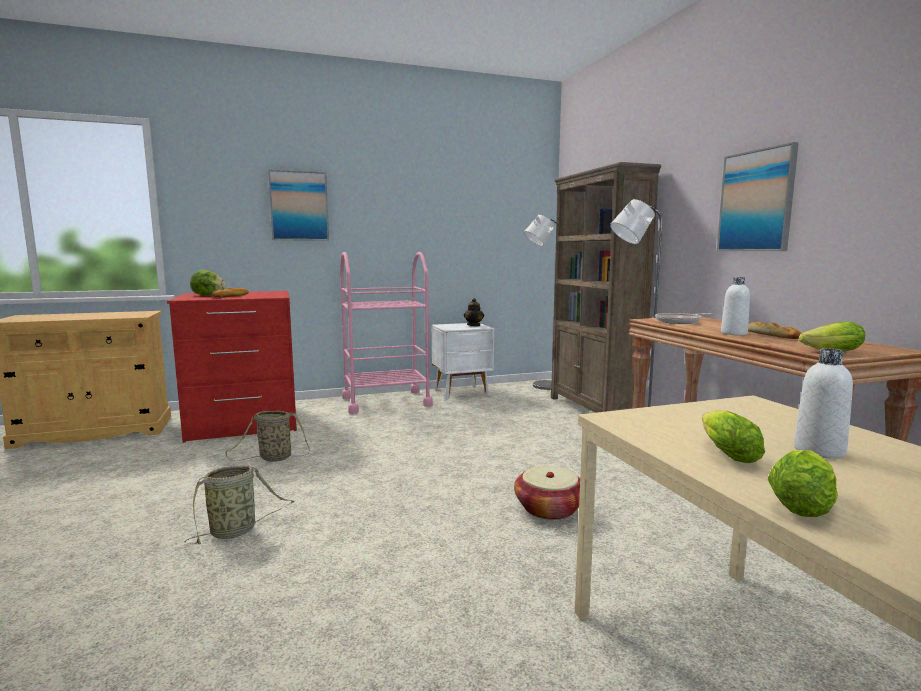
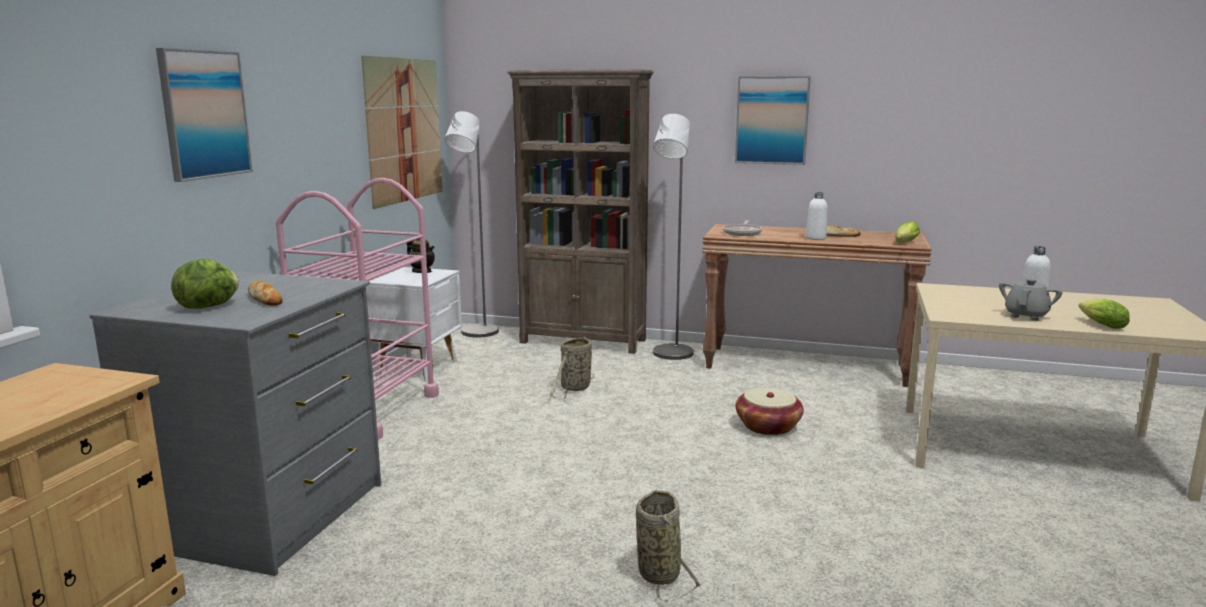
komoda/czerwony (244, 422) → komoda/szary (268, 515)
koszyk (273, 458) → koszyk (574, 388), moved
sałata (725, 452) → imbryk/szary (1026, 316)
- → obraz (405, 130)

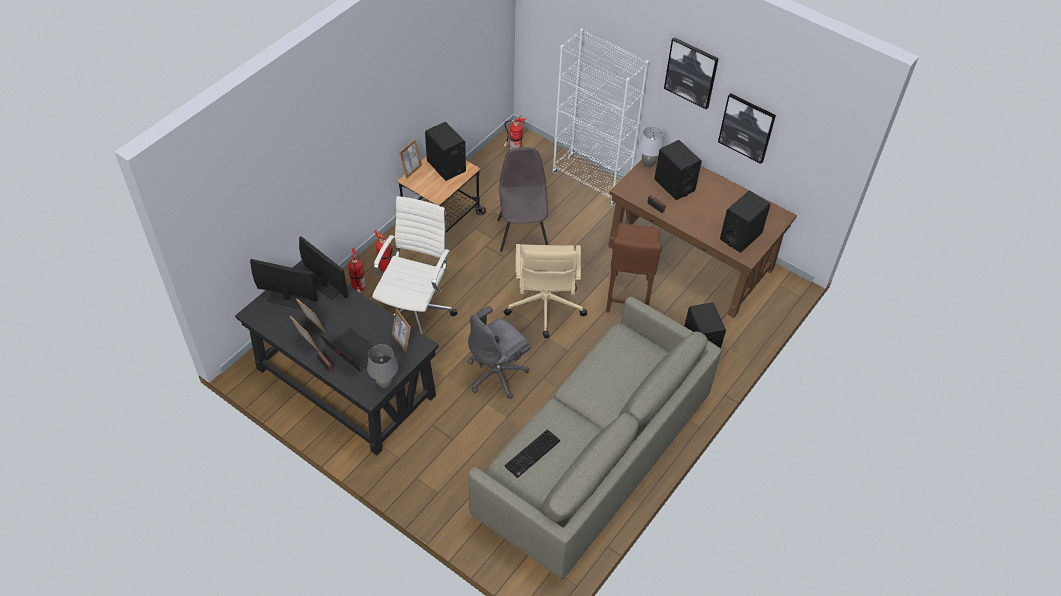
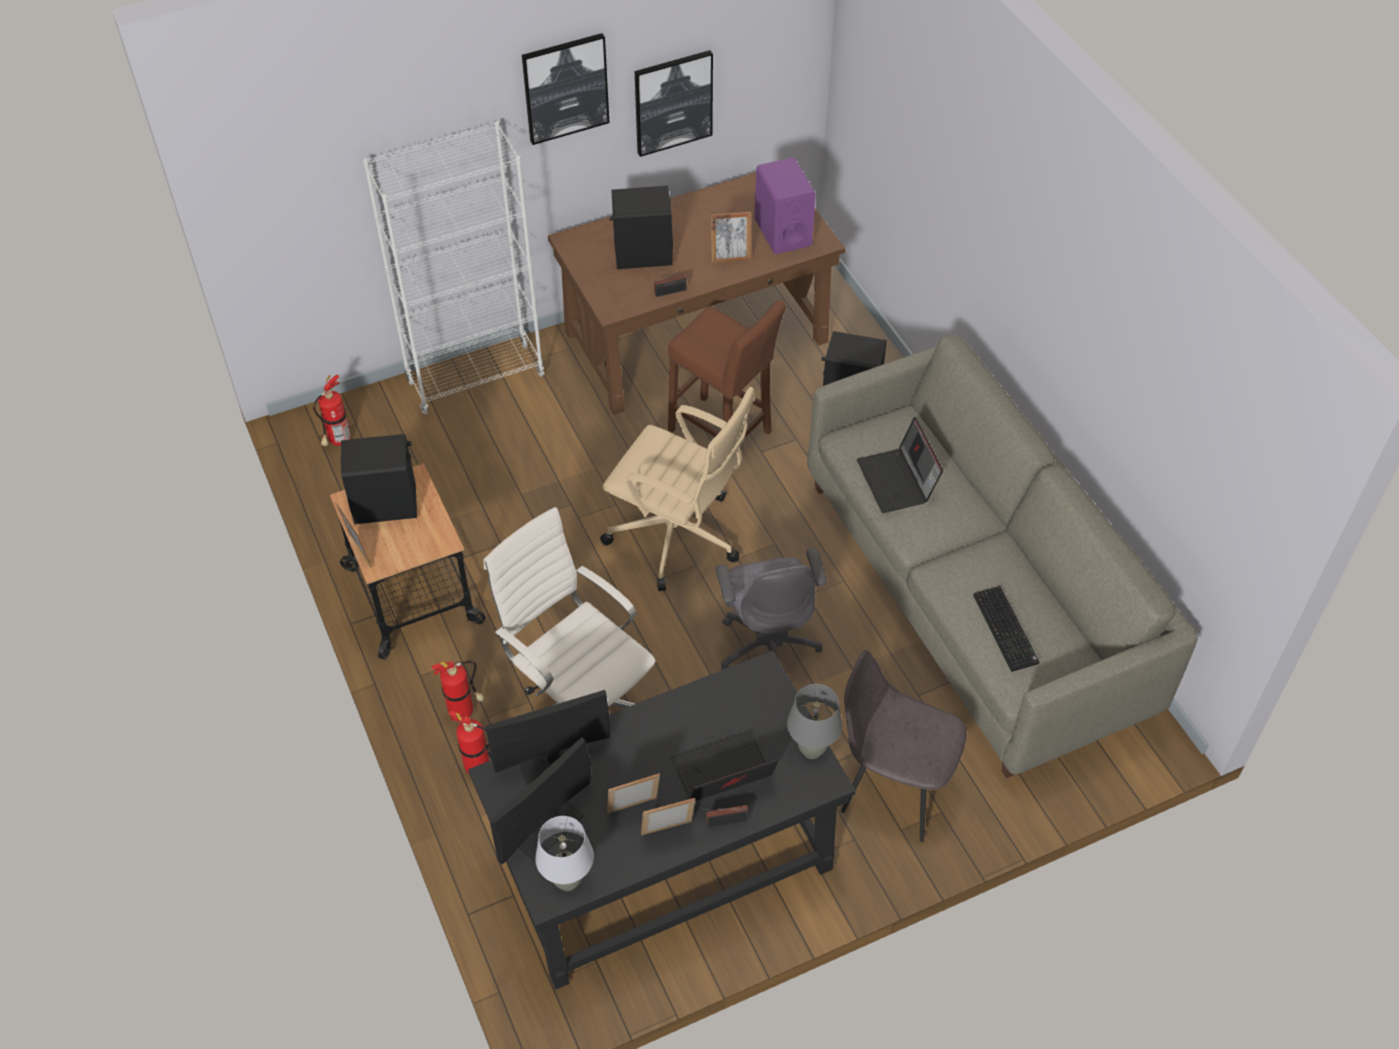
ramka na zdjęcie (402, 342) → ramka na zdjęcie (730, 257), moved
krzesło/szary (522, 233) → krzesło/szary (893, 786), moved
lampa stołowa/szary (648, 164) → lampa stołowa/szary (567, 881), moved
głośnik/czarny (740, 236) → głośnik/fioletowy (782, 232)
- → laptop (897, 481)

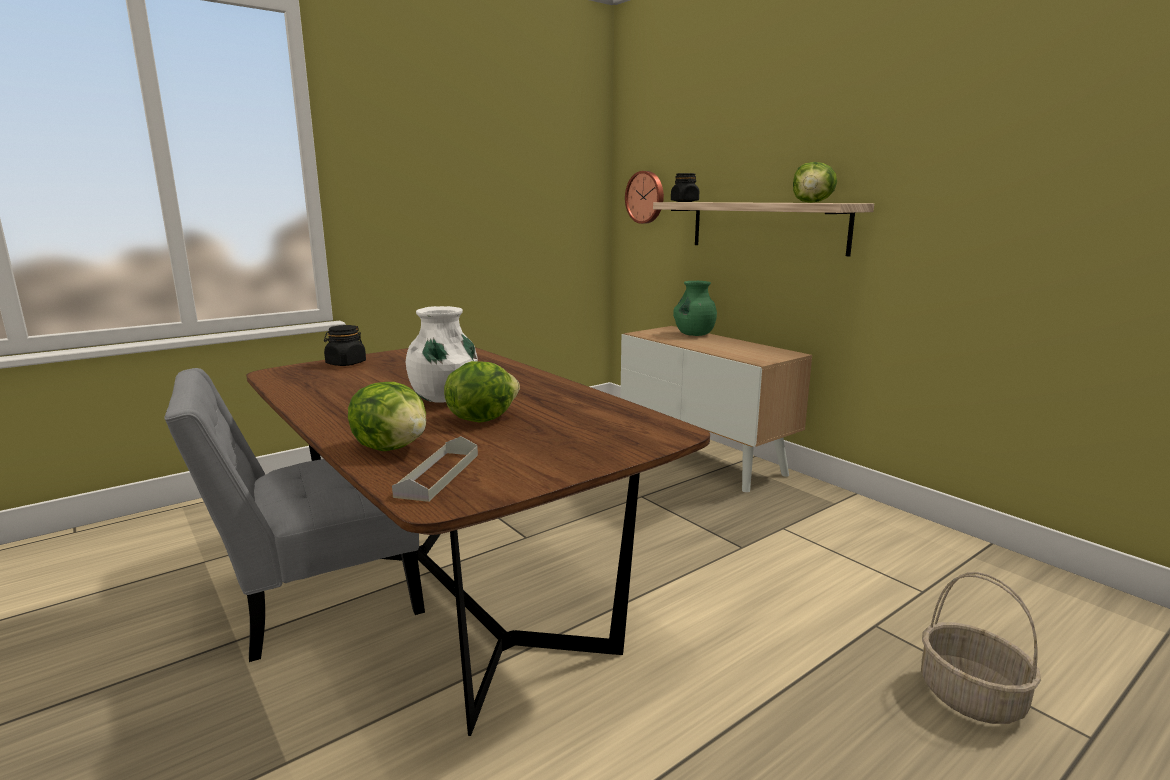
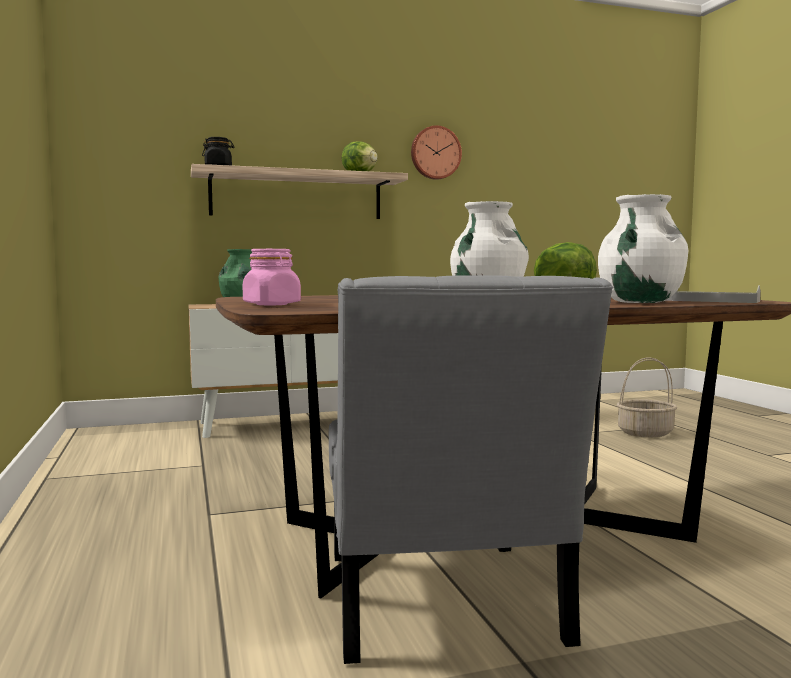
słoik/czarny (346, 363) → słoik/różowy (272, 304)
sałata (392, 447) → wazon/biały (639, 302)
zegar ścienny (646, 197) → zegar ścienny (435, 153), moved

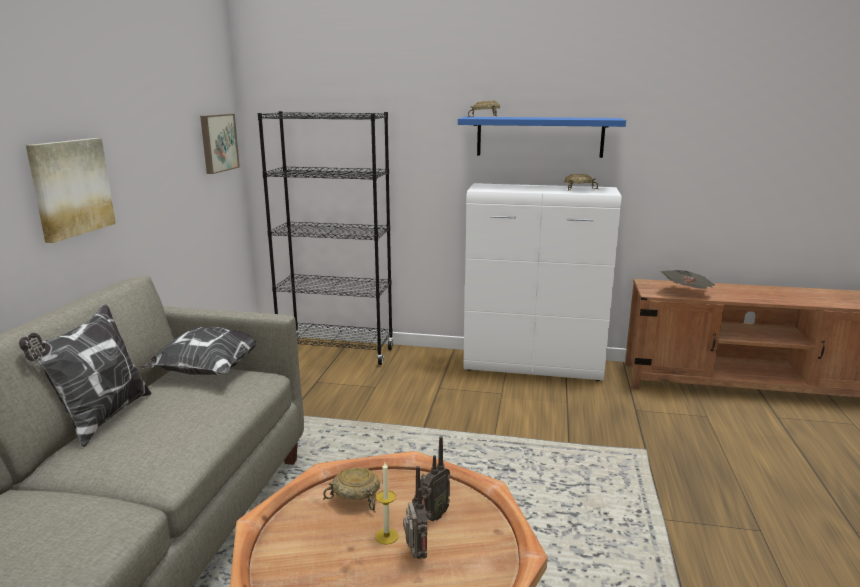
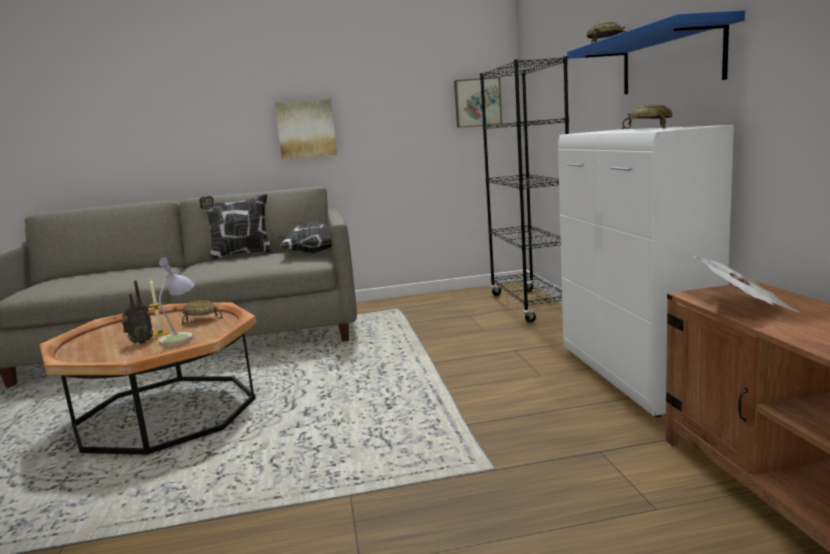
radio (431, 516) → lampa stołowa (181, 338)

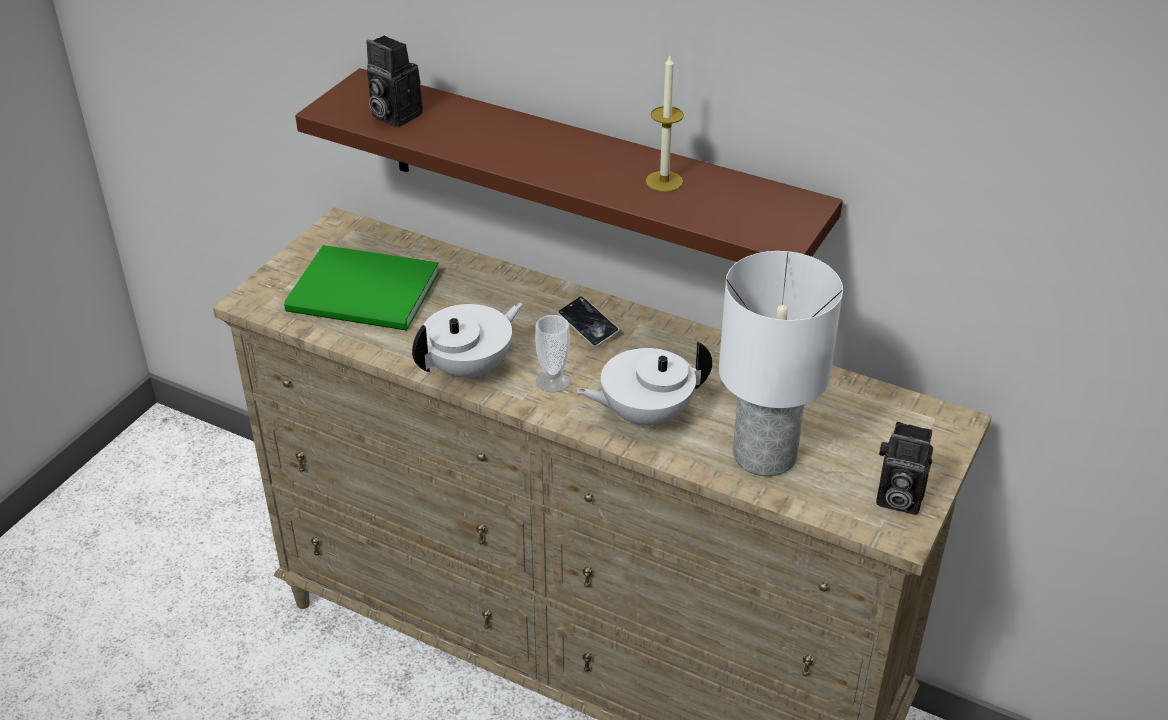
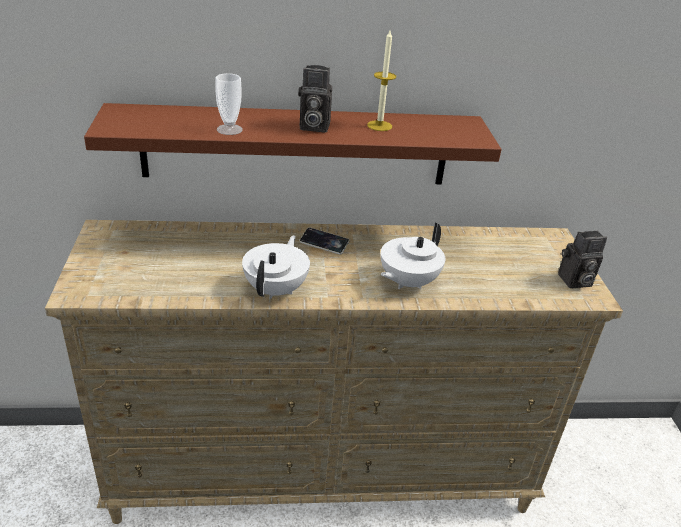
książka/zielony (366, 295) → -
aparat fotograficzny (393, 115) → aparat fotograficzny (312, 126), moved
filiżanka (553, 381) → filiżanka (229, 129), moved
lampa stołowa/biały (766, 454) → -

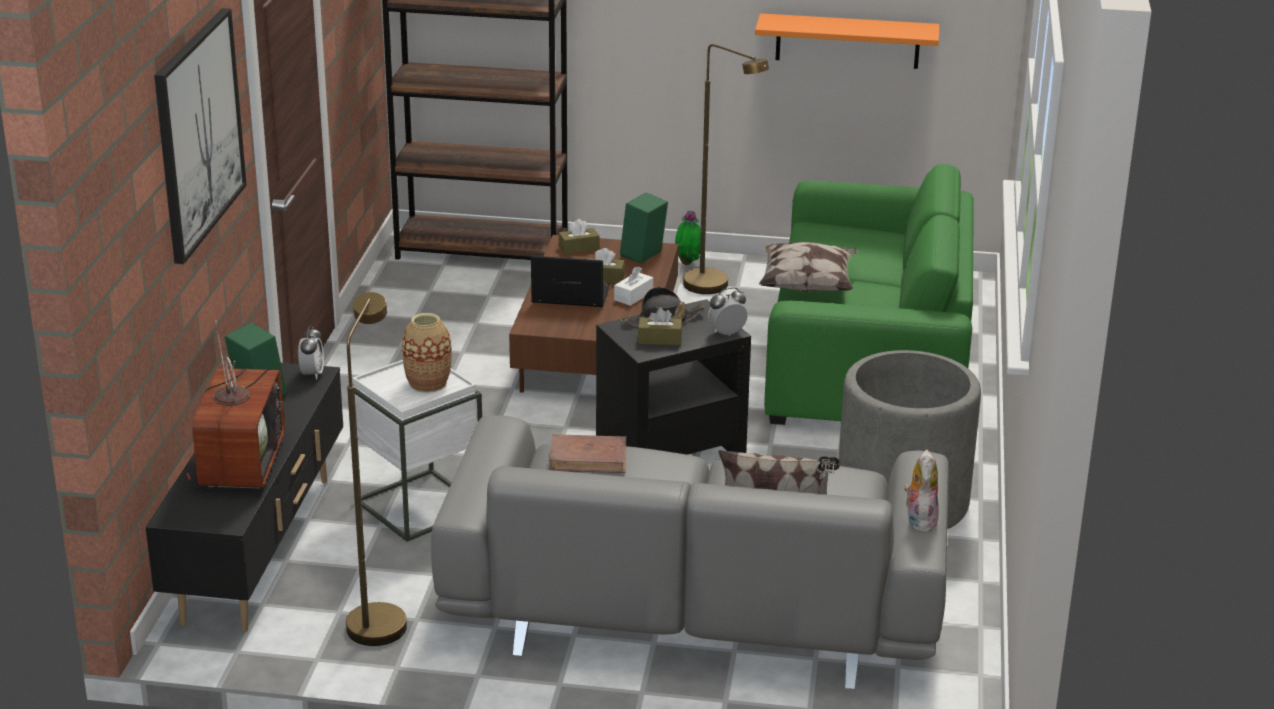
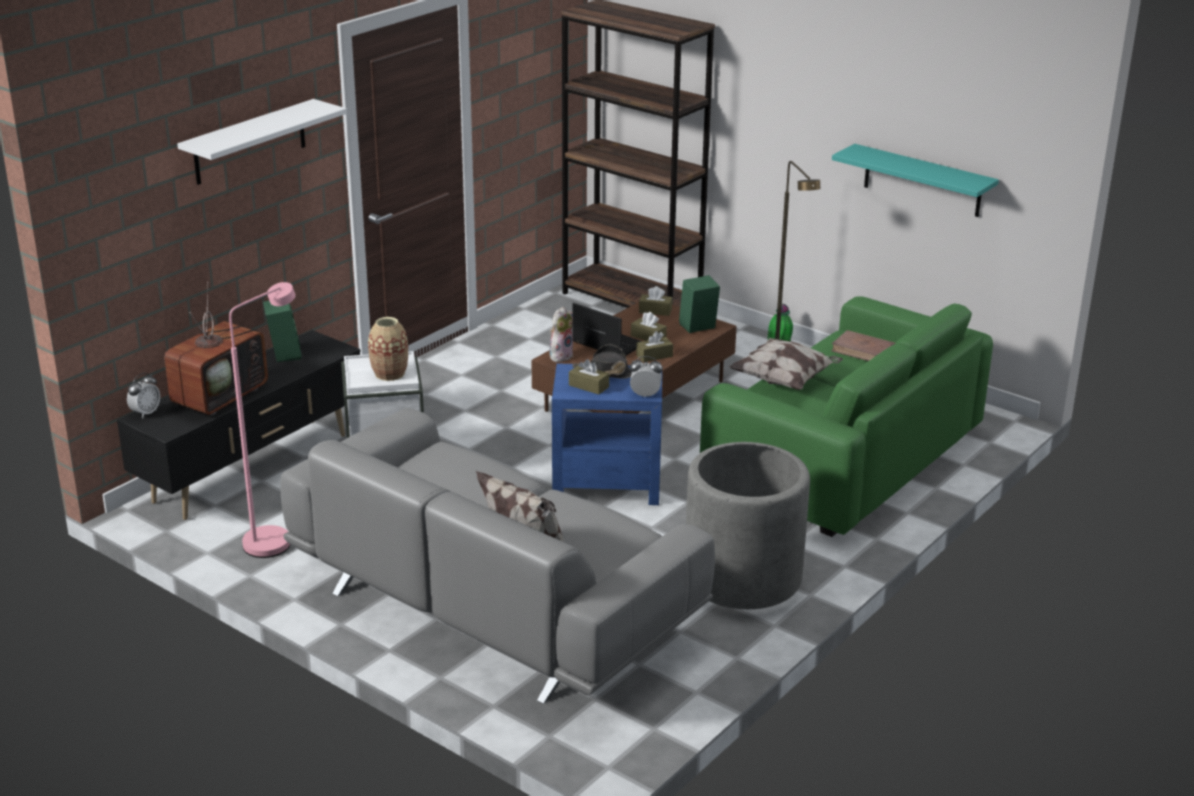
obraz (198, 133) → półka/biały (250, 142)
budzik (312, 374) → budzik (145, 413), moved
lampa stojąca/brązowy (378, 617) → lampa stojąca/różowy (275, 538)
książka/brązowy (588, 458) → książka/brązowy (863, 351), moved
stolik/czarny (669, 450) → stolik/niebieski (605, 483)
pudełko chusteczek/biały (633, 296) → pudełko chusteczek/brązowy (654, 356)
półka/pomarańczowy (847, 41) → półka/turkusowy (922, 181)
pluszak (919, 520) → pluszak (560, 355), moved

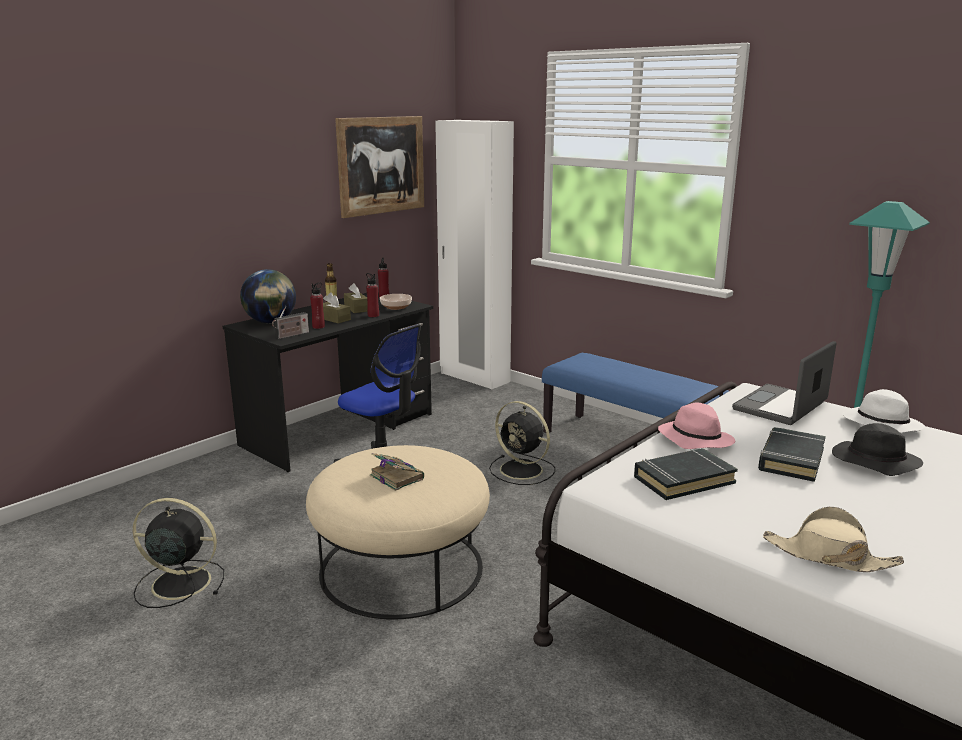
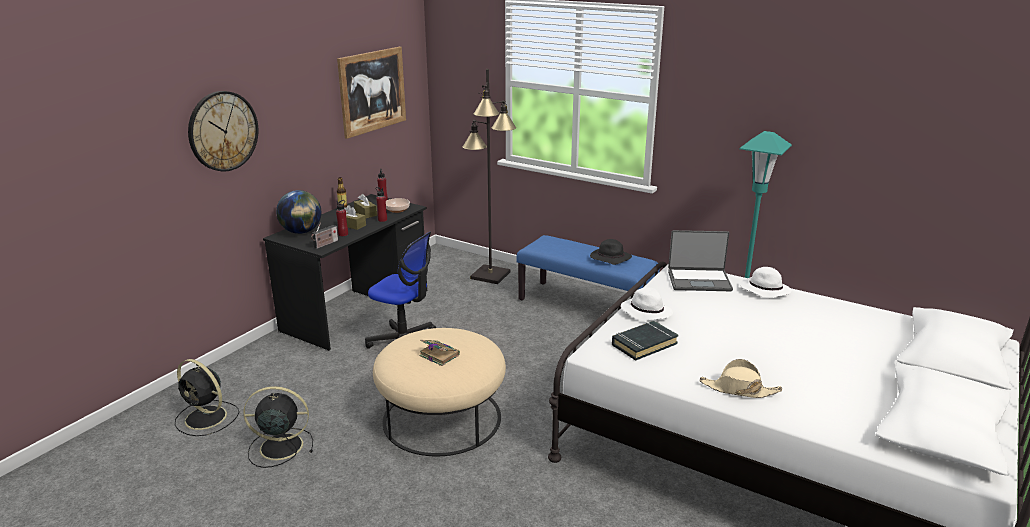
szafa/biały (474, 377) → -
wentylator/czarny (523, 470) → wentylator/czarny (207, 418), moved
kapelusz/różowy (694, 439) → kapelusz/biały (645, 312)
laptop (781, 407) → laptop (699, 280), 120 degrees counterclockwise
książka/czarny (791, 459) → -
kapelusz/czarny (873, 462) → kapelusz/czarny (609, 259), moved
- → zegar ścienny (223, 131)
- → lampa stojąca/czarny (489, 275)

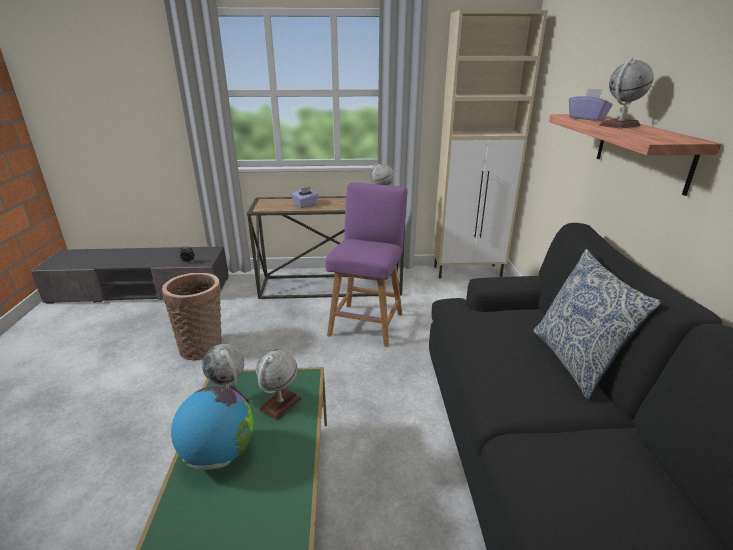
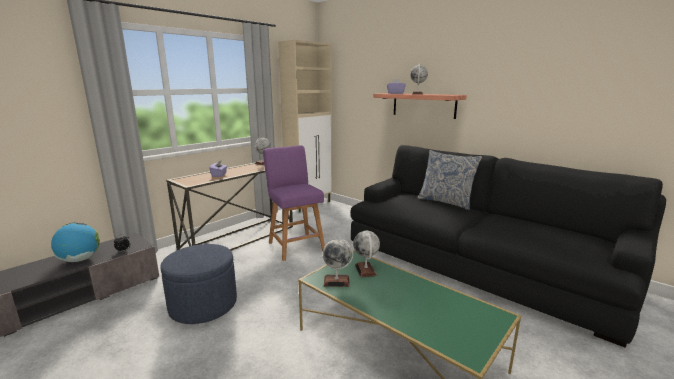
koszyk (203, 346) → pufa/niebieski (203, 305)
globus (219, 454) → globus (80, 259), moved

